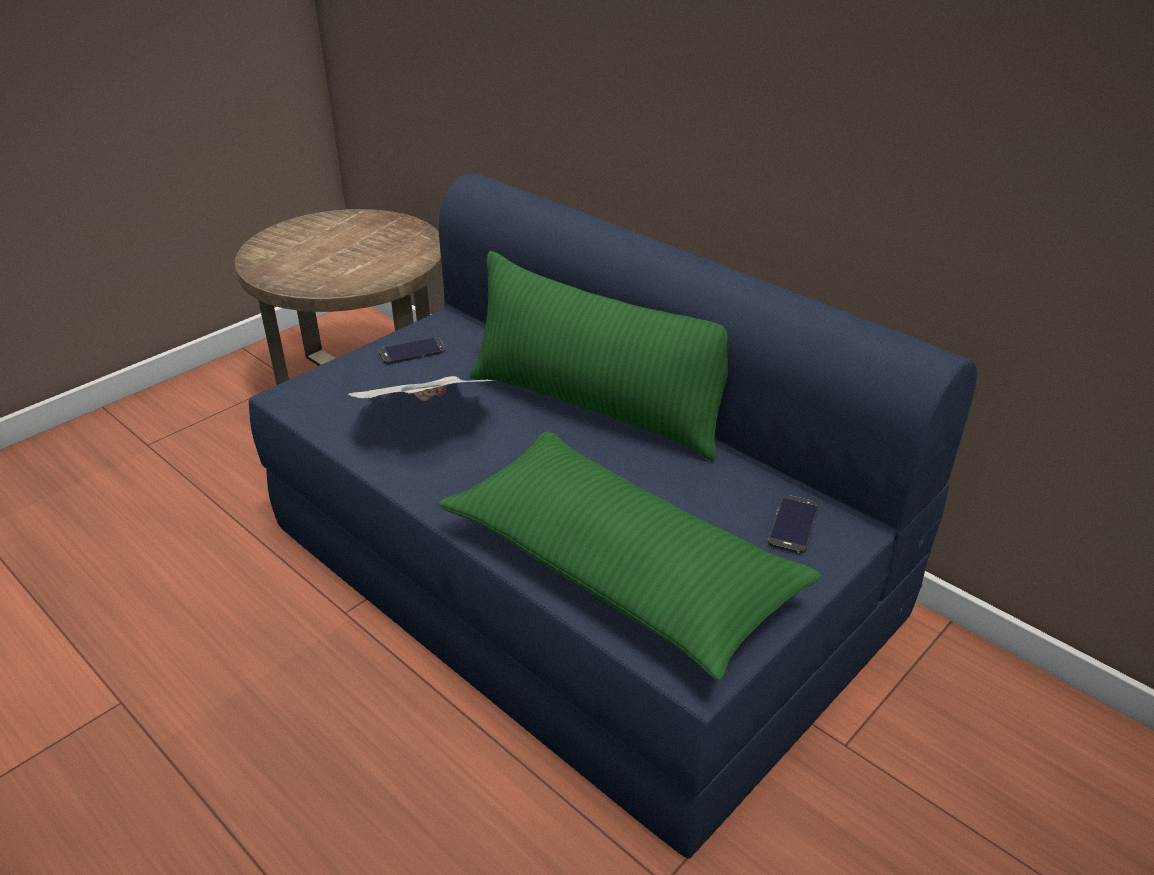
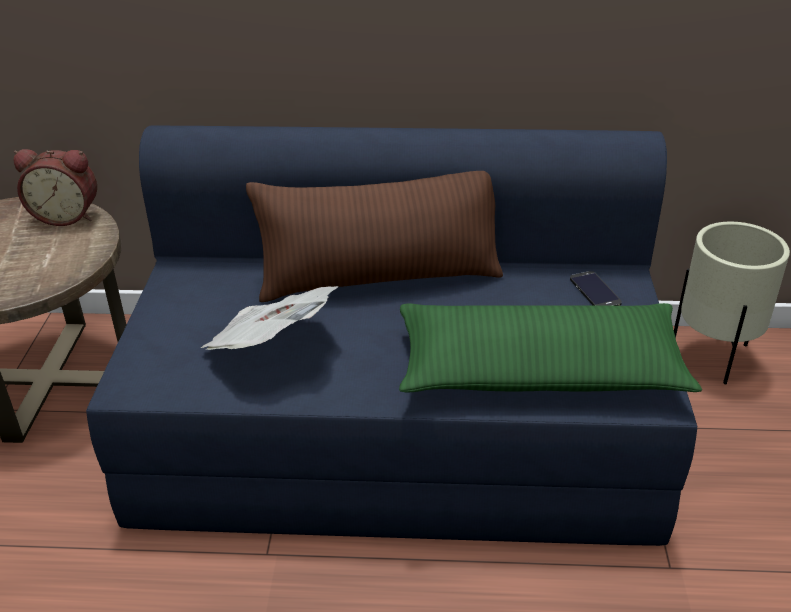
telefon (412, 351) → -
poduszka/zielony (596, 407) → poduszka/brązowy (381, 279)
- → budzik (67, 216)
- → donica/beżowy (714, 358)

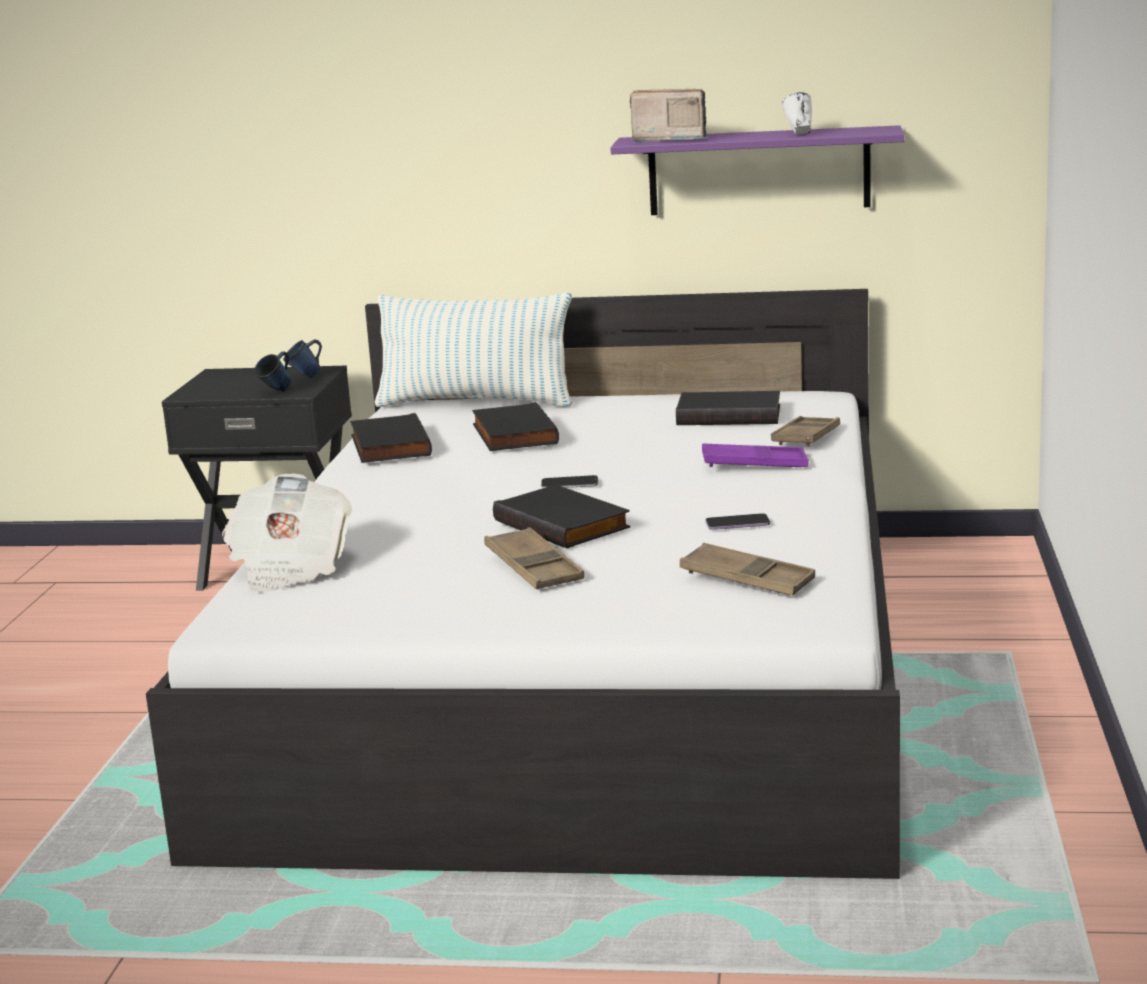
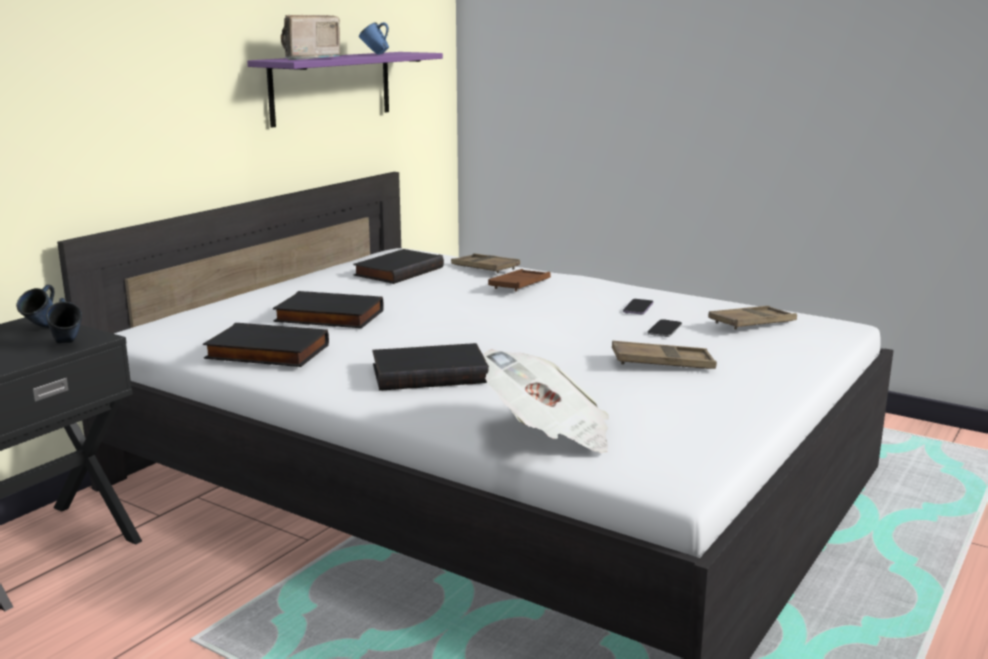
poduszka (476, 403) → -
książka/czarny (564, 524) → książka/czarny (430, 373), moved
telefon (569, 484) → telefon (664, 329), moved
taca/fioletowy (754, 464) → taca/brązowy (520, 285)
kubek/biały (799, 133) → kubek/niebieski (375, 54)

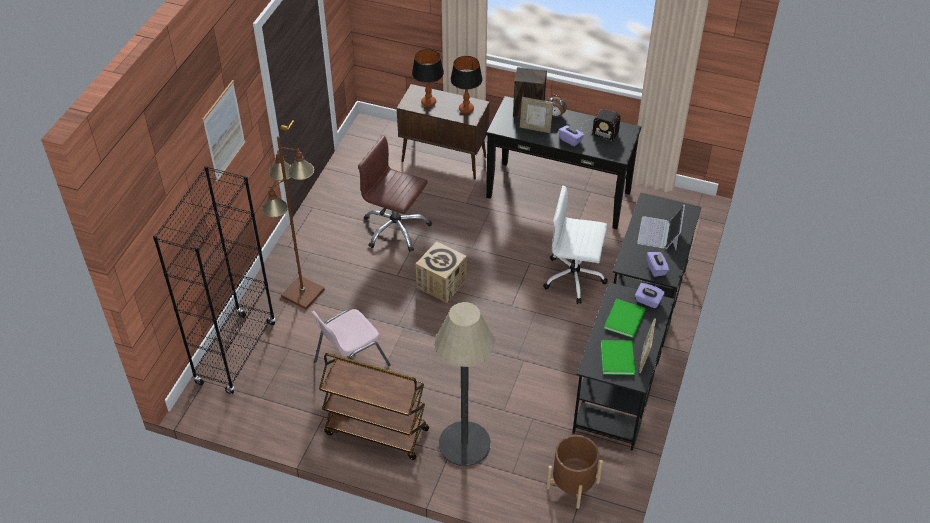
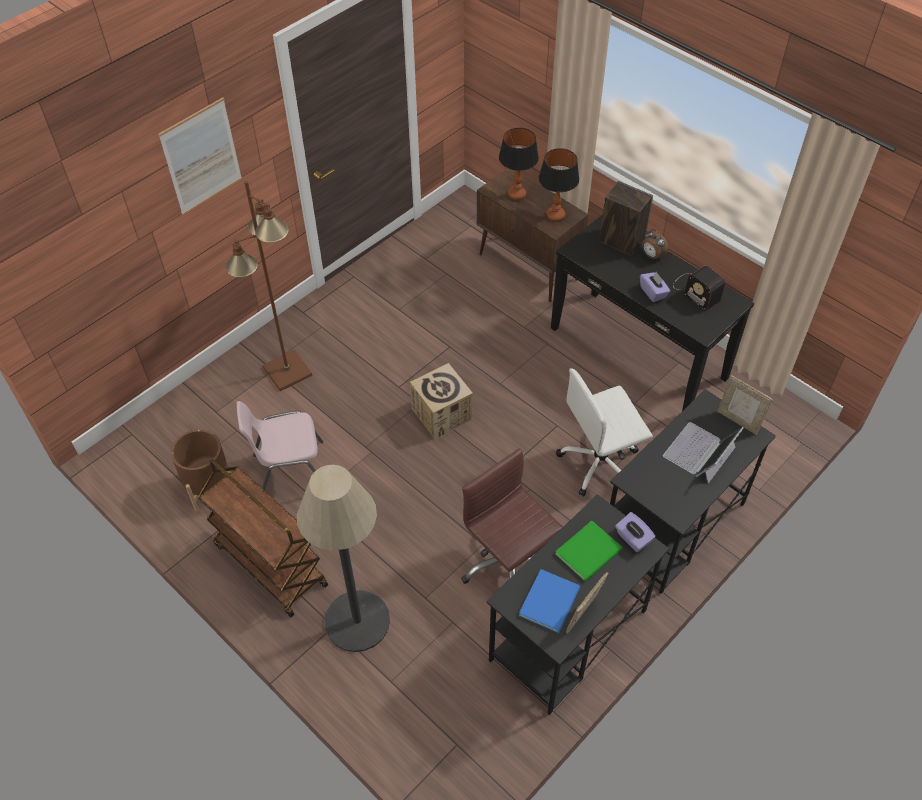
regał/czarny (236, 353) → -
krzesło biurowe/brązowy (395, 229) → krzesło biurowe/brązowy (509, 565), moved
ramka na zdjęcie (535, 128) → ramka na zdjęcie (738, 420), moved
krzesło biurowe/biały (575, 278) → krzesło biurowe/biały (600, 463), 60 degrees counterclockwise
donica/brązowy (573, 485) → donica/brązowy (209, 486), moved
książka/zielony (618, 357) → książka/niebieski (551, 601)
pudełko chusteczek/fioletowy (656, 269) → -

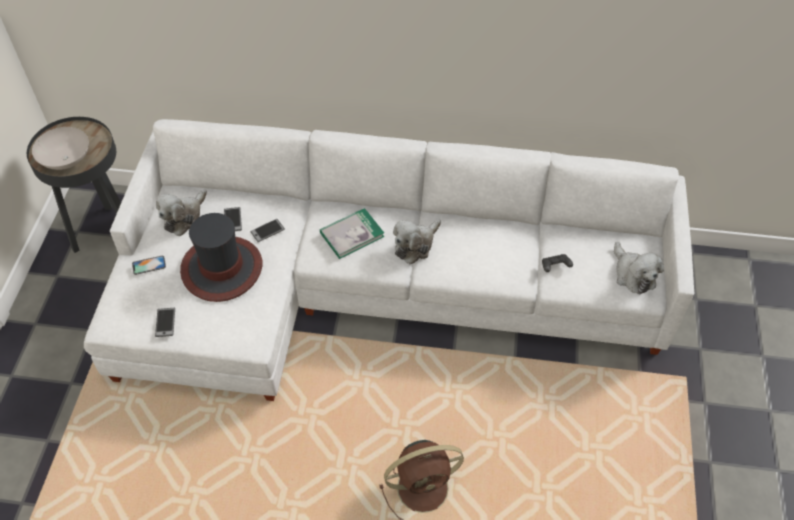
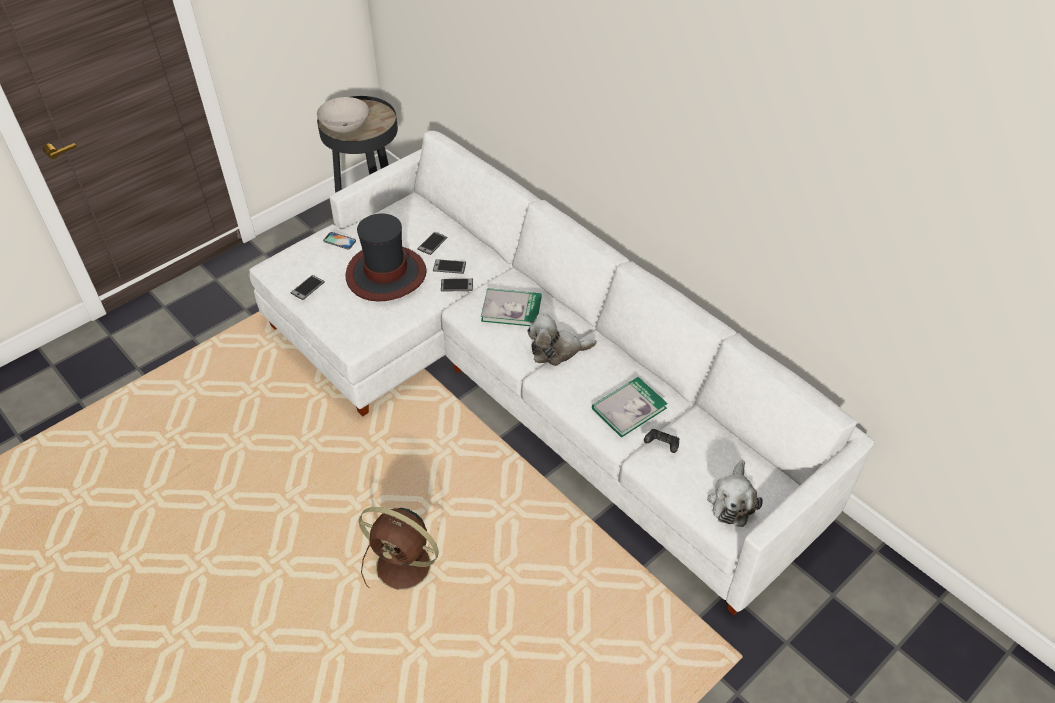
pluszak (184, 217) → -
- → telefon (457, 285)
- → książka (629, 408)

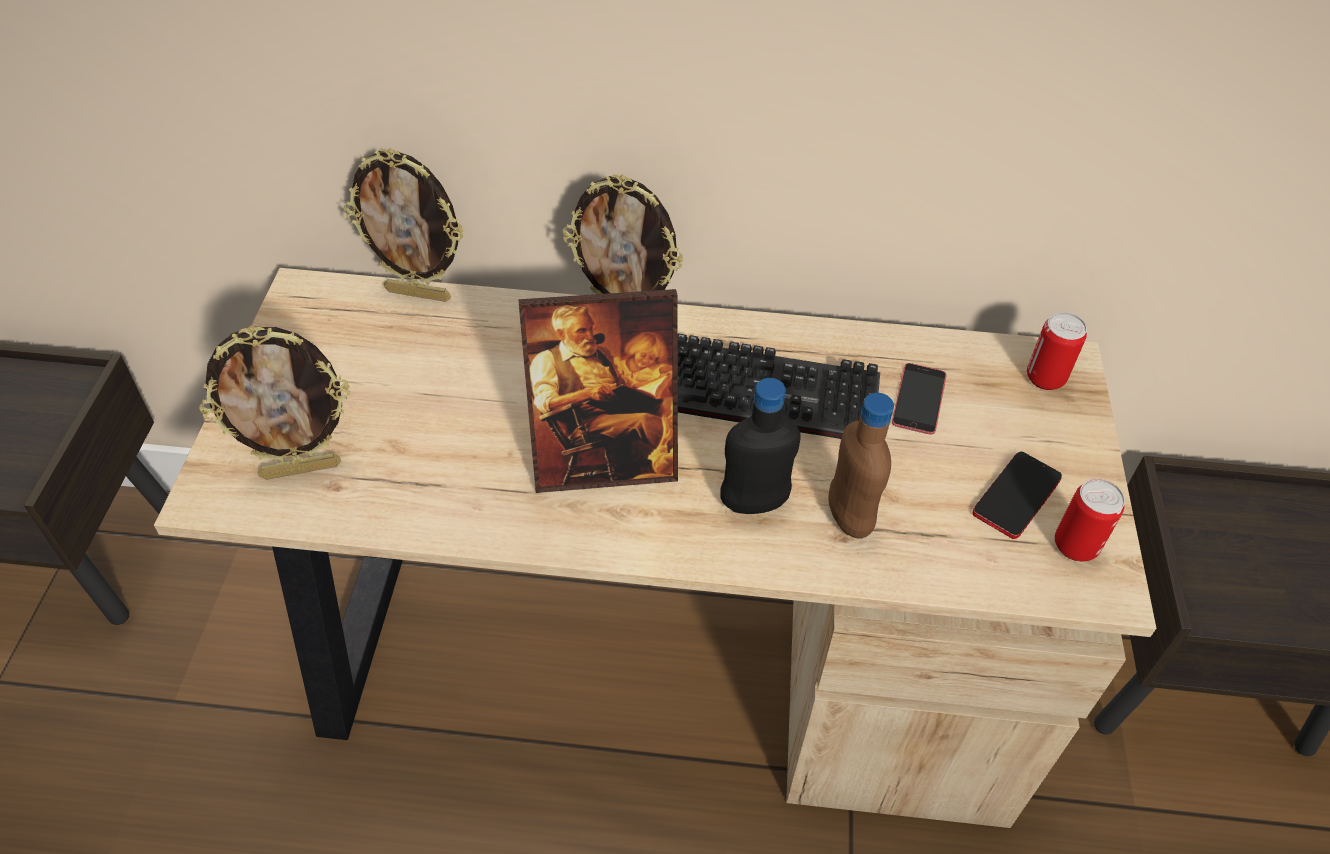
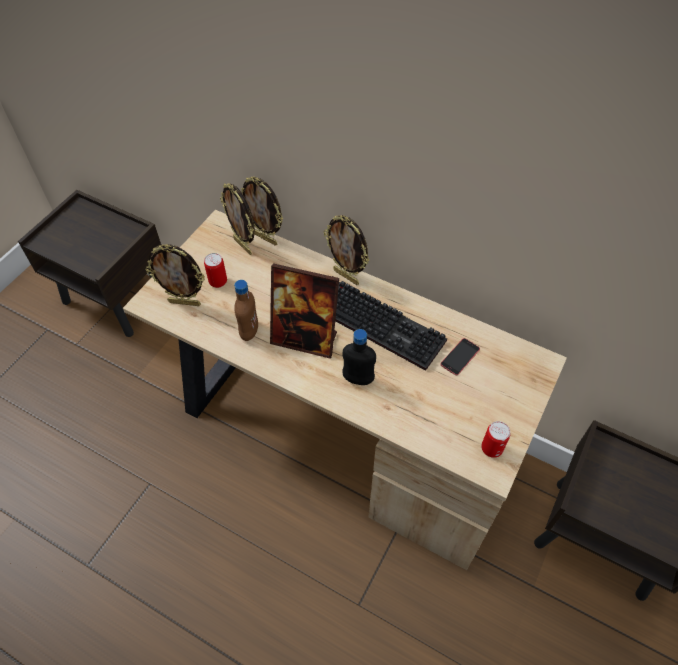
butelka/brązowy (849, 517) → butelka/brązowy (249, 331), moved
telefon (1016, 496) → -
puszka (1045, 378) → puszka (218, 282), moved
- → ramka na zdjęcie (243, 246)

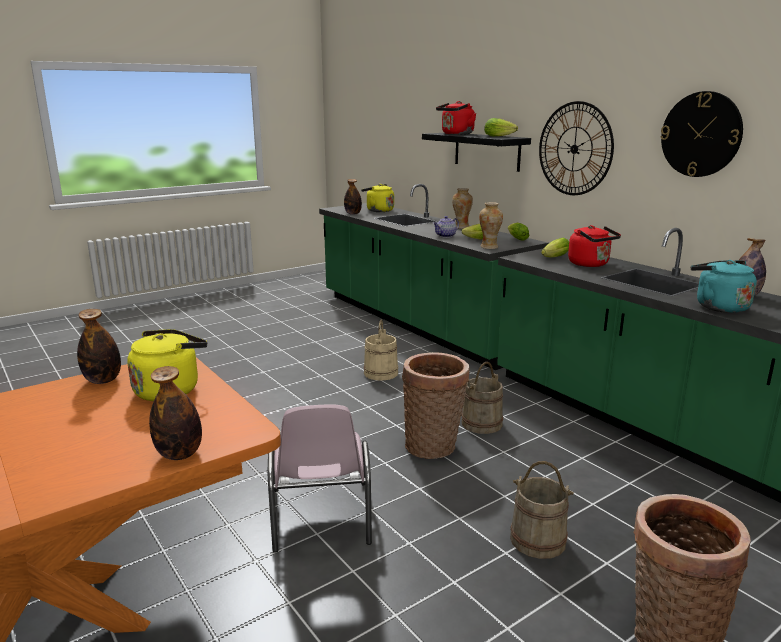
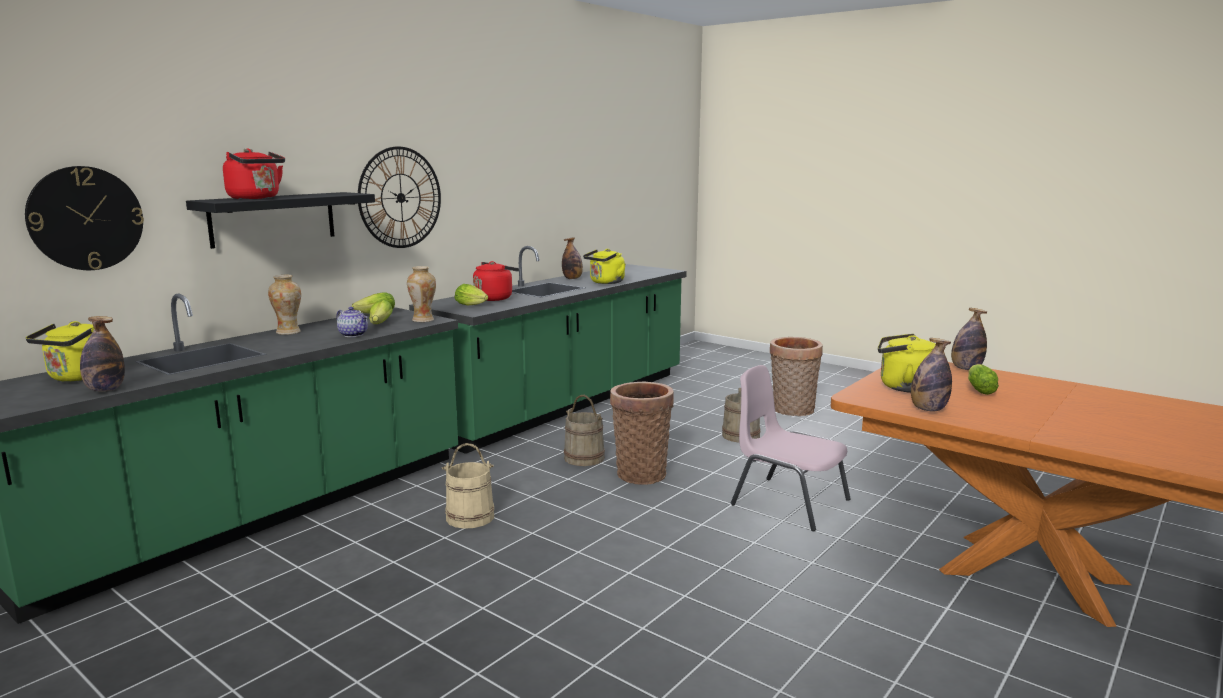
krzesło/różowy (320, 517) → krzesło/różowy (788, 502), 120 degrees counterclockwise
sałata (500, 136) → sałata (979, 390), moved
zegar ścienny (701, 134) → zegar ścienny (85, 218), moved
czajnik/turkusowy (718, 307) → czajnik/żółty (605, 282)

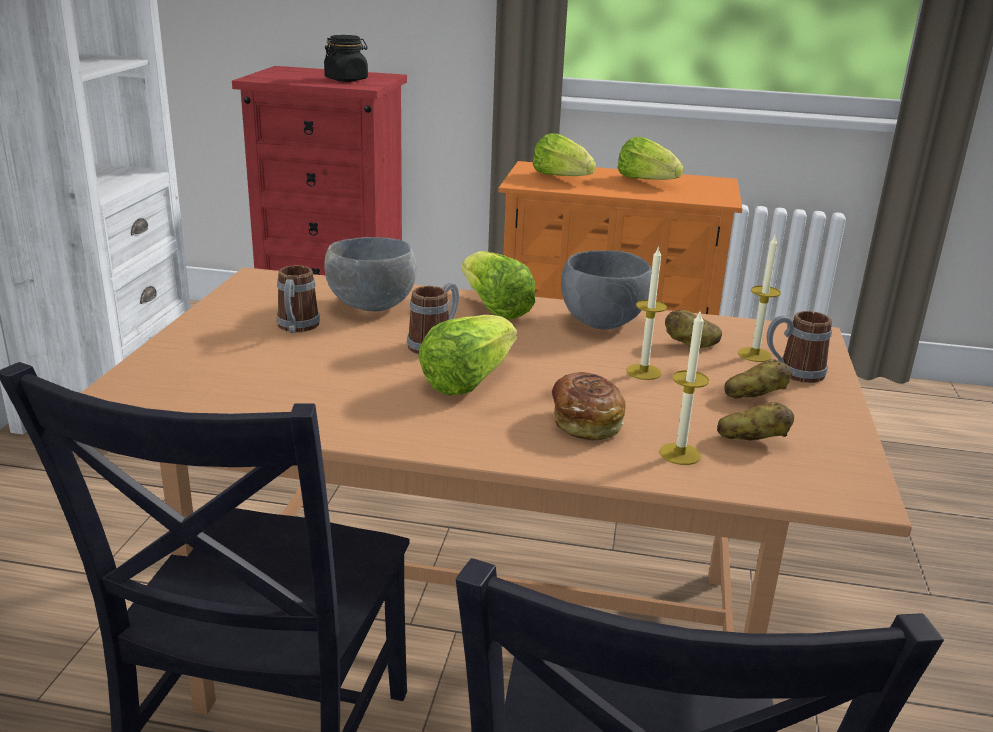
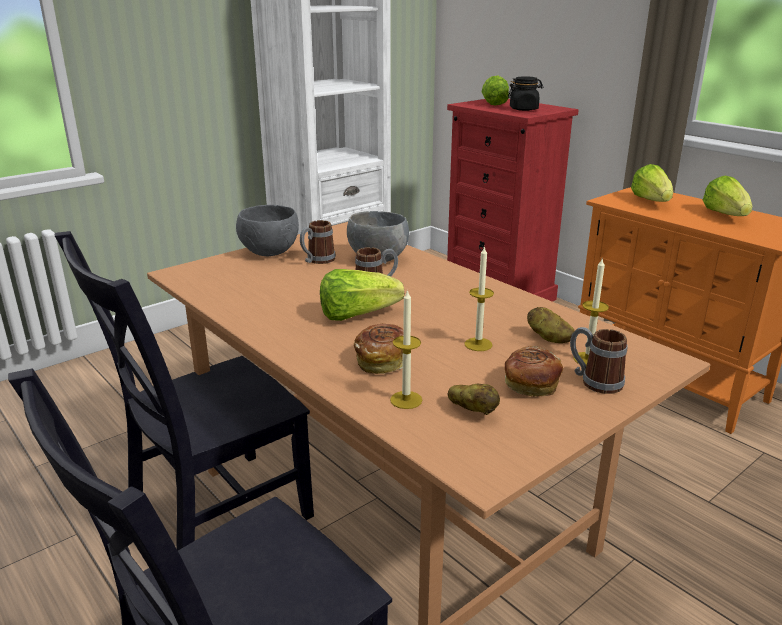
sałata (494, 308) → sałata (495, 103), moved
miska/szary (601, 322) → miska/szary (269, 252), moved
ziemniak (754, 396) → chleb (530, 385)

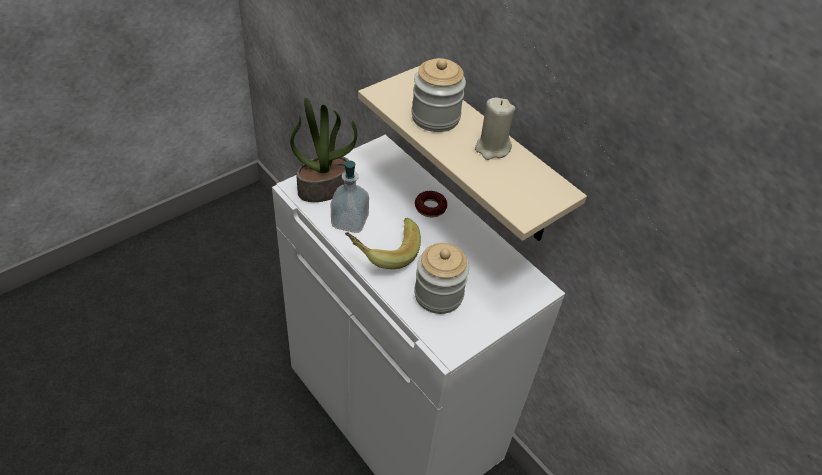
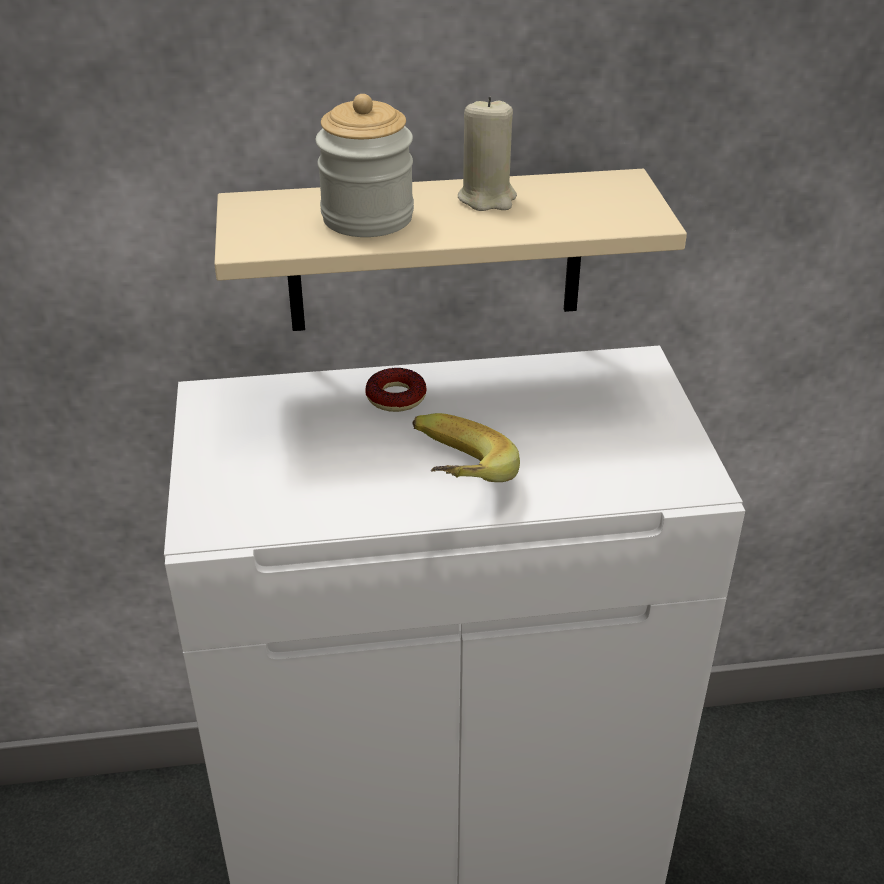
roślina doniczkowa (324, 187) → -
dozownik mydła (349, 221) → -
słoik (438, 295) → -

